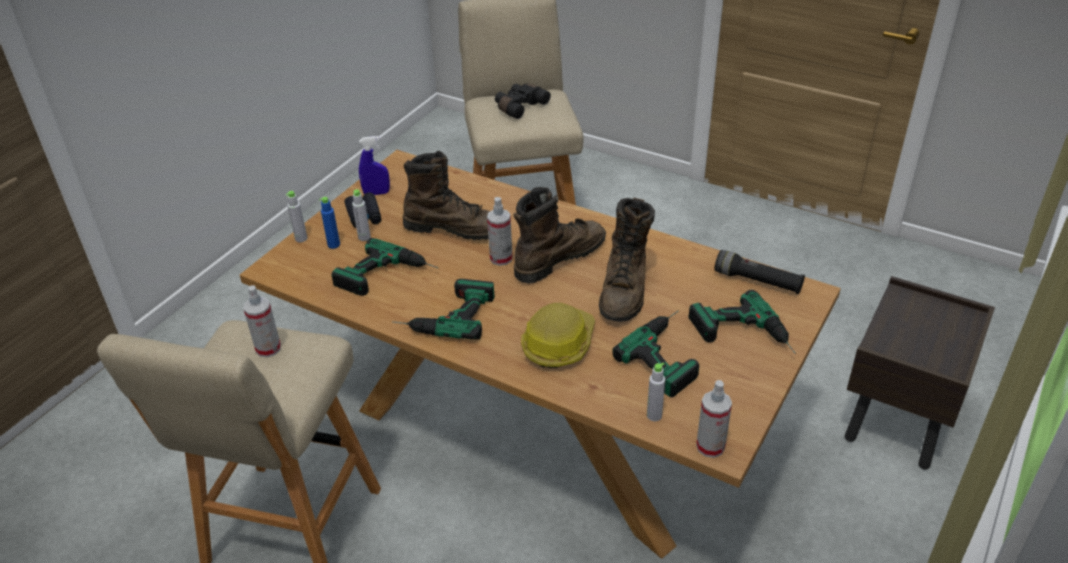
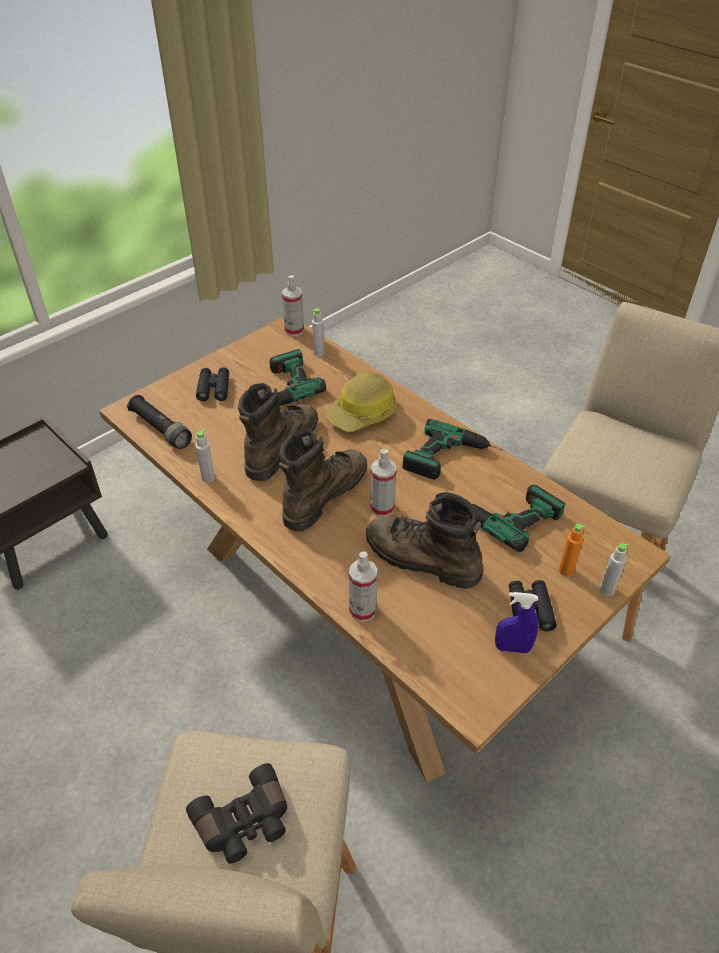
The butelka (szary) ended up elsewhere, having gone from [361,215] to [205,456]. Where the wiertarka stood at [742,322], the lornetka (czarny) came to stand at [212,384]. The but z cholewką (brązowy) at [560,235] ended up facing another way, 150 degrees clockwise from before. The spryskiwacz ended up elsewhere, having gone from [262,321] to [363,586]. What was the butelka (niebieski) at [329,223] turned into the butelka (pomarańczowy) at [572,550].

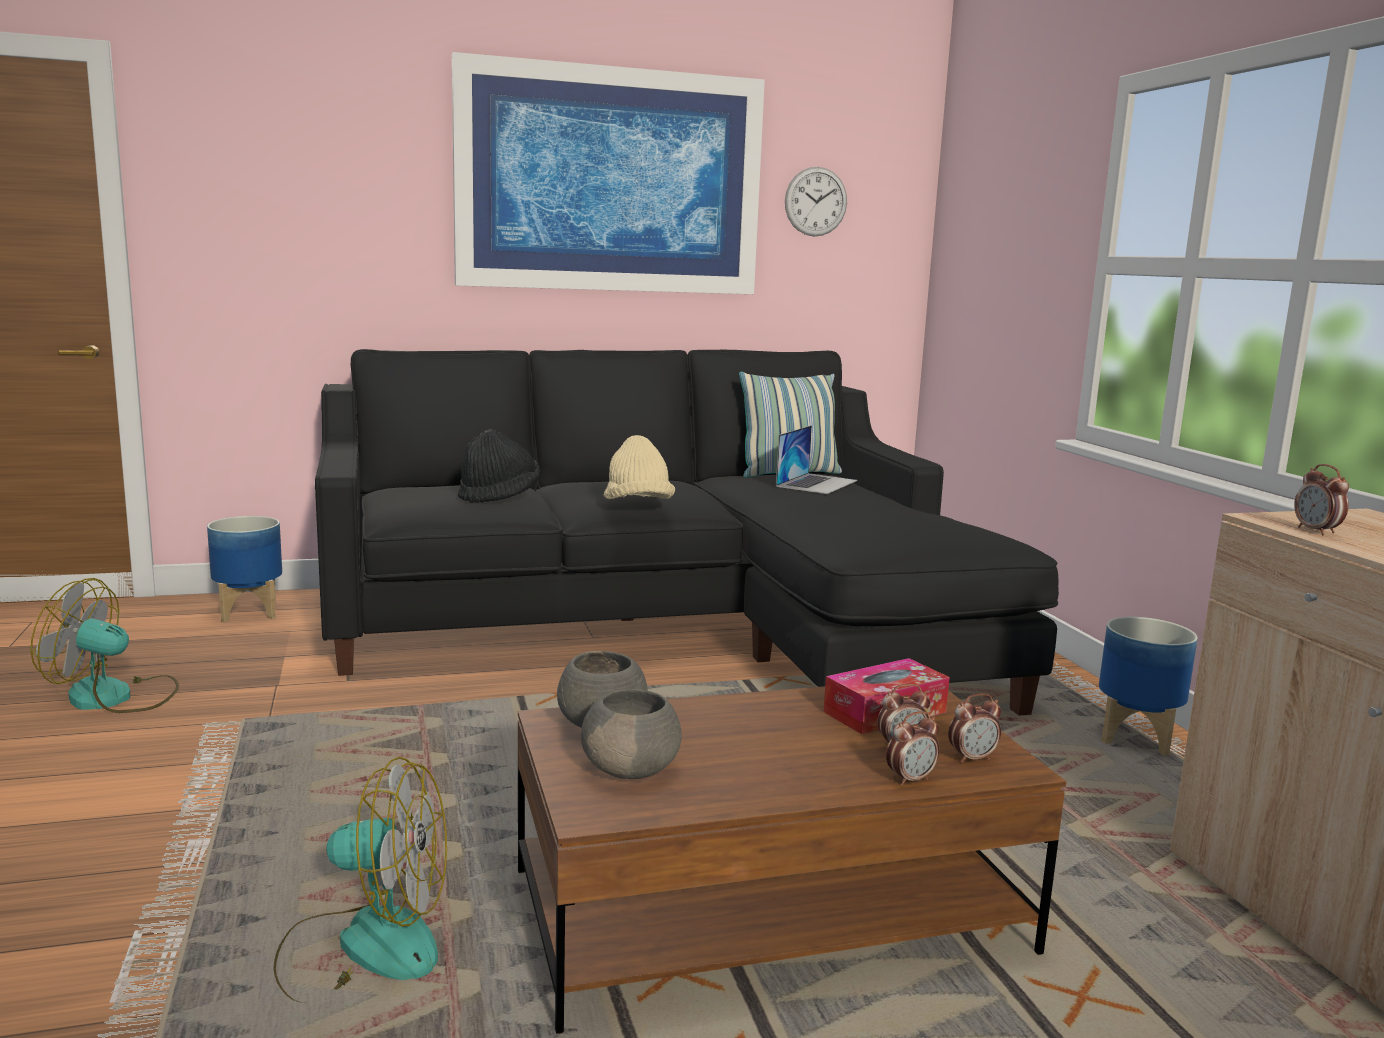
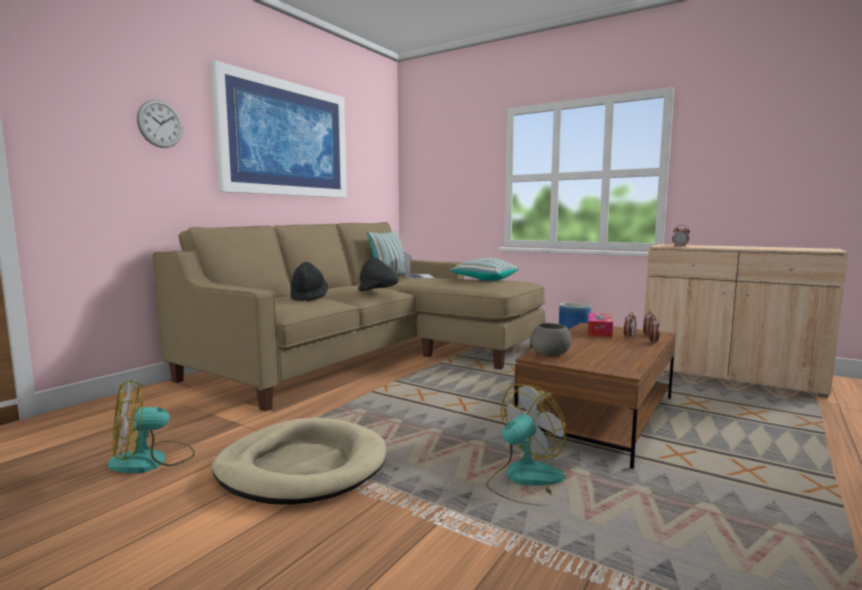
The zegar ścienny ended up elsewhere, having gone from [816,201] to [160,124]. What was the kanapa (czarny) at [687,532] turned into the kanapa (beżowy) at [349,316]. The second view gained the legowisko (beżowy) at [299,461]. What was the kapelusz (beżowy) at [639,467] turned into the kapelusz (czarny) at [378,274]. The second view gained the poduszka at [484,269]. The second view lost the donica at [244,569]. The second view lost the miska (szary) at [631,734].

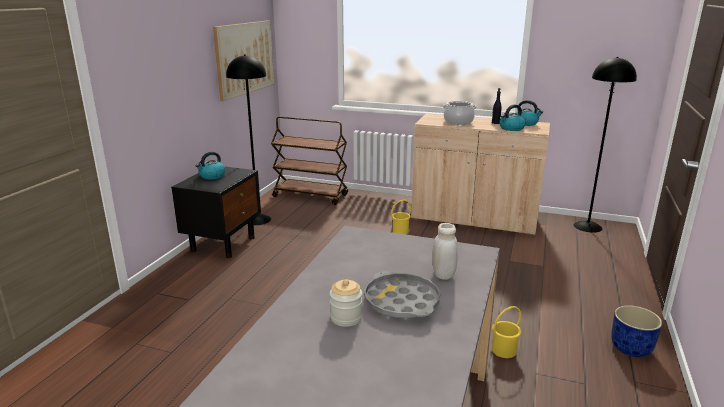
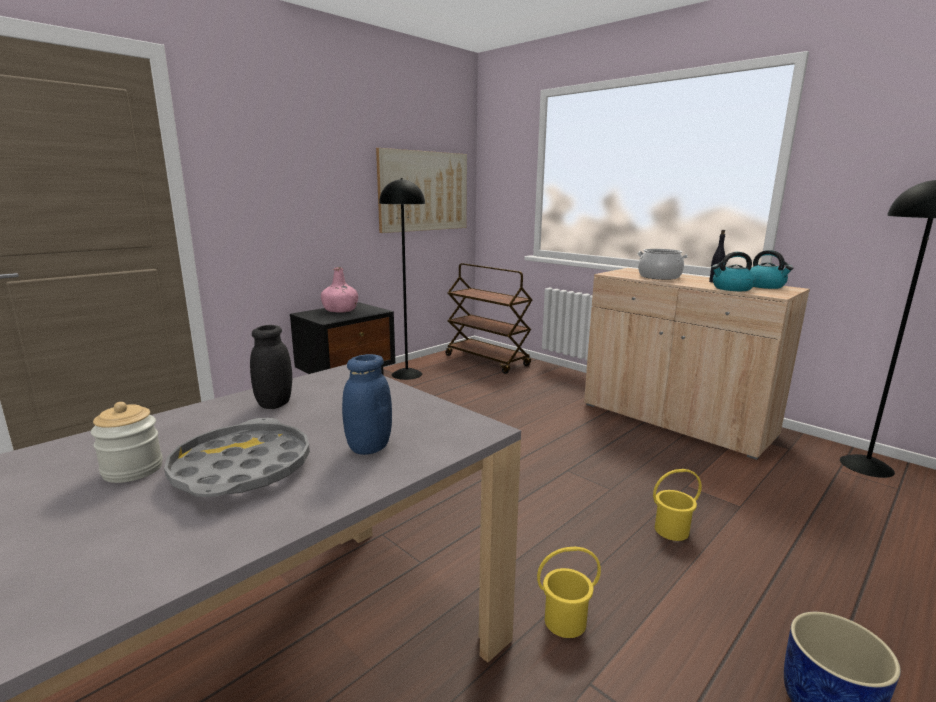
The second view gained the słoik (czarny) at [271,367]. Where the czajnik stood at [210,165], the butelka (różowy) came to stand at [339,290]. What was the słoik (biały) at [445,251] turned into the słoik (niebieski) at [367,404]. The wiadro (żółty) ended up elsewhere, having gone from [401,217] to [677,505].

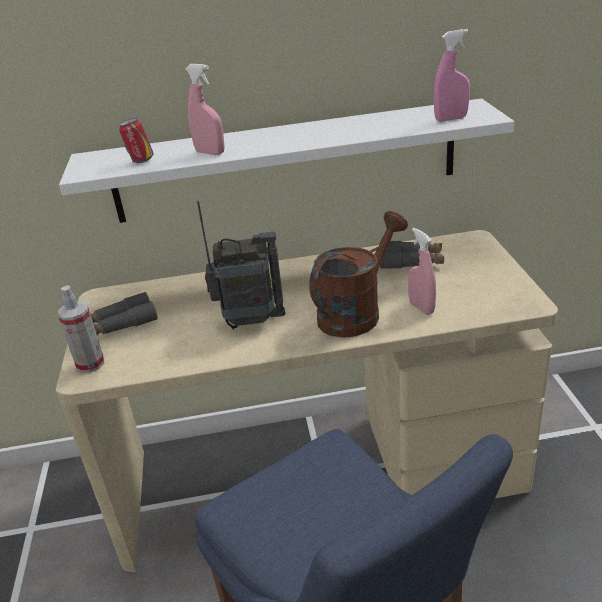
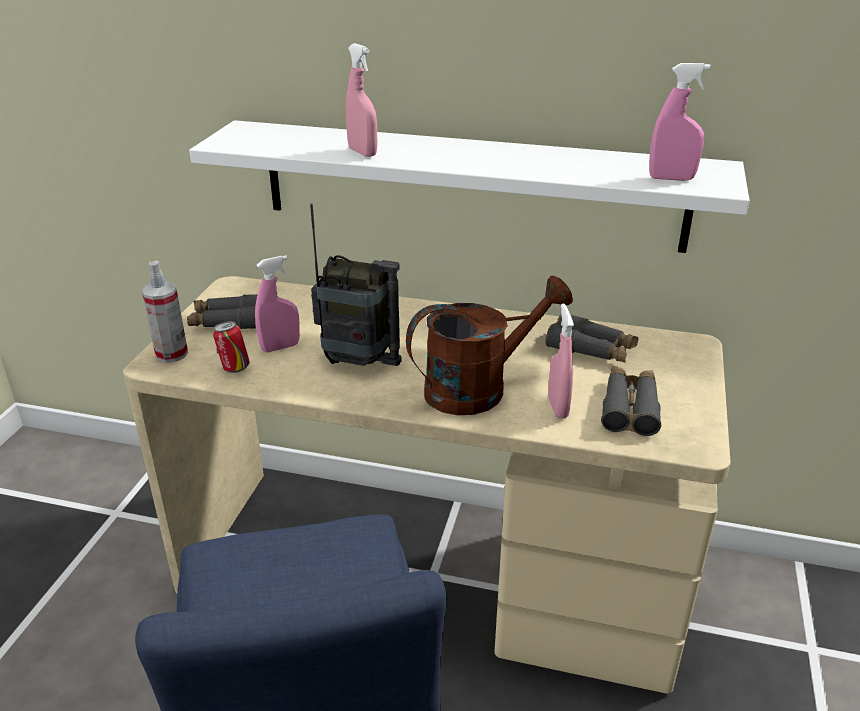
The puszka ended up elsewhere, having gone from [136,140] to [231,347]. The second view gained the spryskiwacz (różowy) at [277,303]. The second view gained the lornetka (szary) at [631,401].

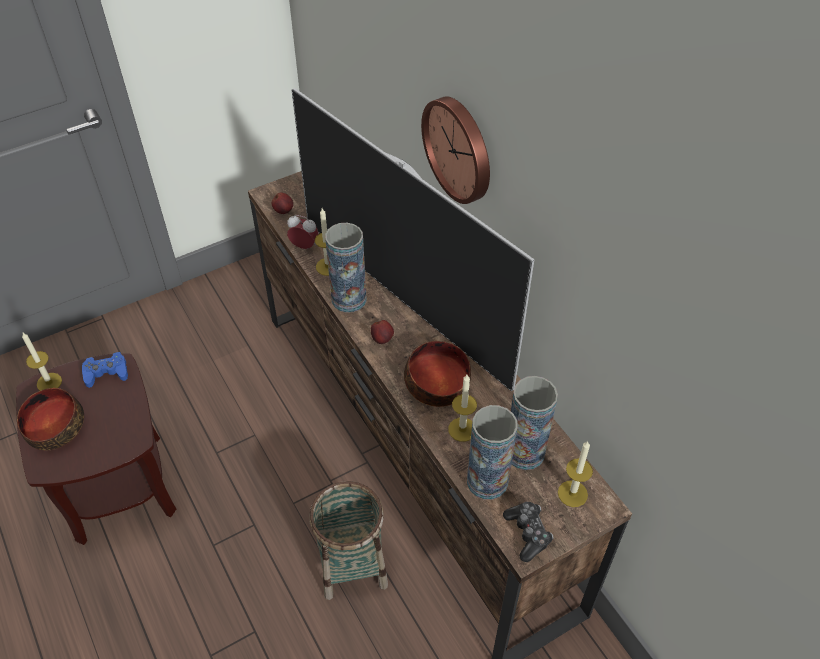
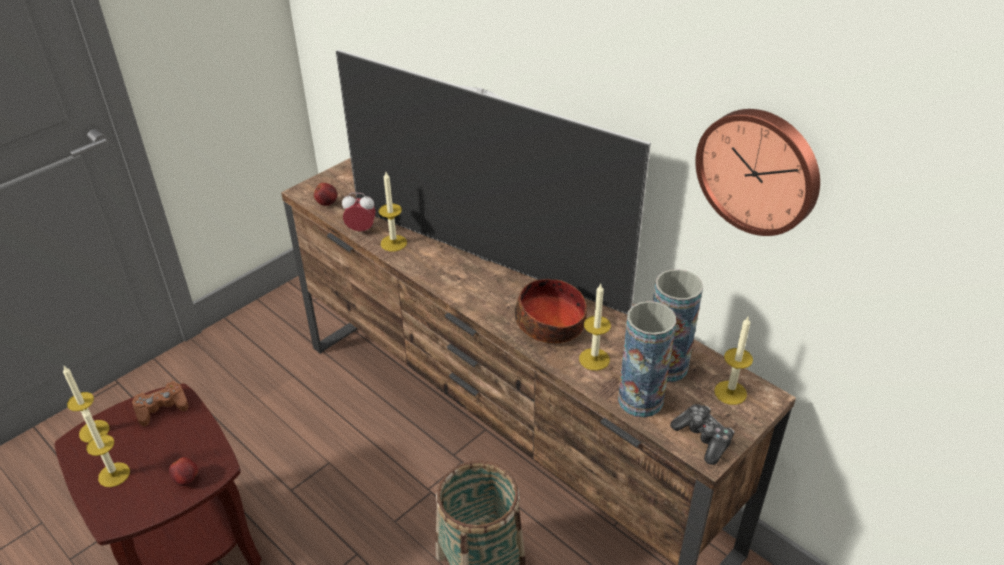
Where the miska stood at [50,419], the świeca came to stand at [106,448]. What was the pad do gier (niebieski) at [105,370] turned into the pad do gier (brązowy) at [160,404]. The jabłko ended up elsewhere, having gone from [382,332] to [183,471]. The zegar ścienny ended up elsewhere, having gone from [455,150] to [757,172]. The second view lost the wazon at [346,268].

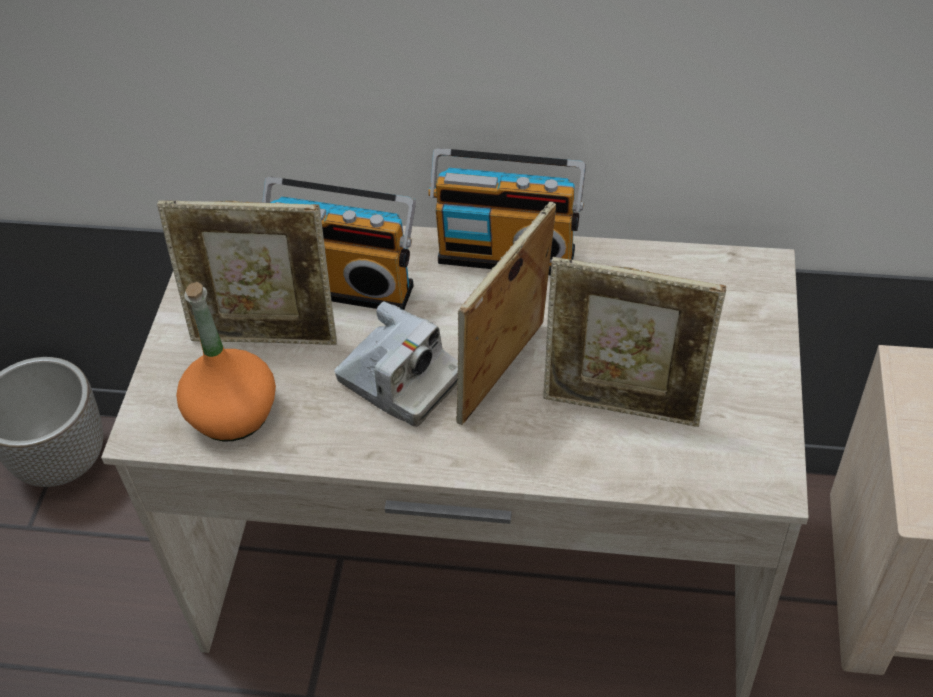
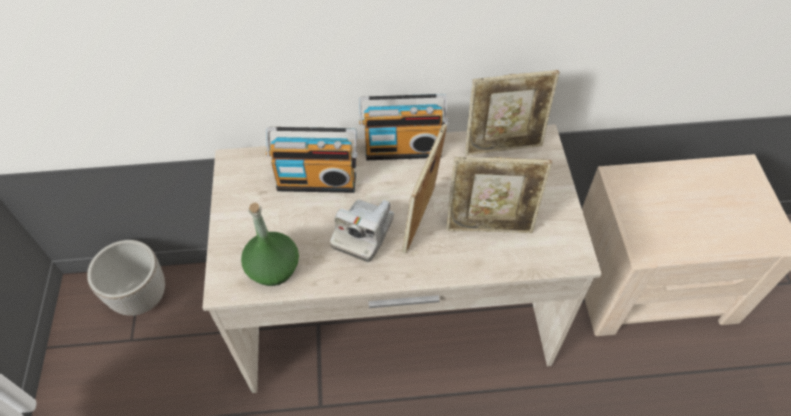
What was the butelka (pomarańczowy) at [226,362] turned into the butelka (zielony) at [270,244]. The aparat fotograficzny at [396,364] ended up facing another way, 90 degrees clockwise from before. The ramka na zdjęcie ended up elsewhere, having gone from [247,272] to [512,113].

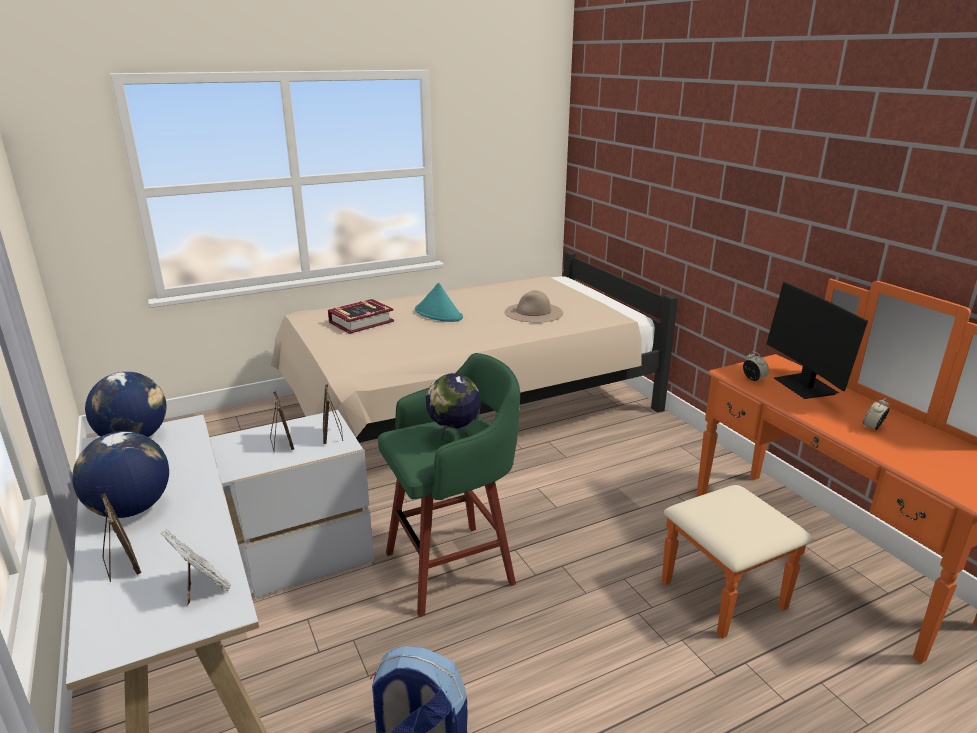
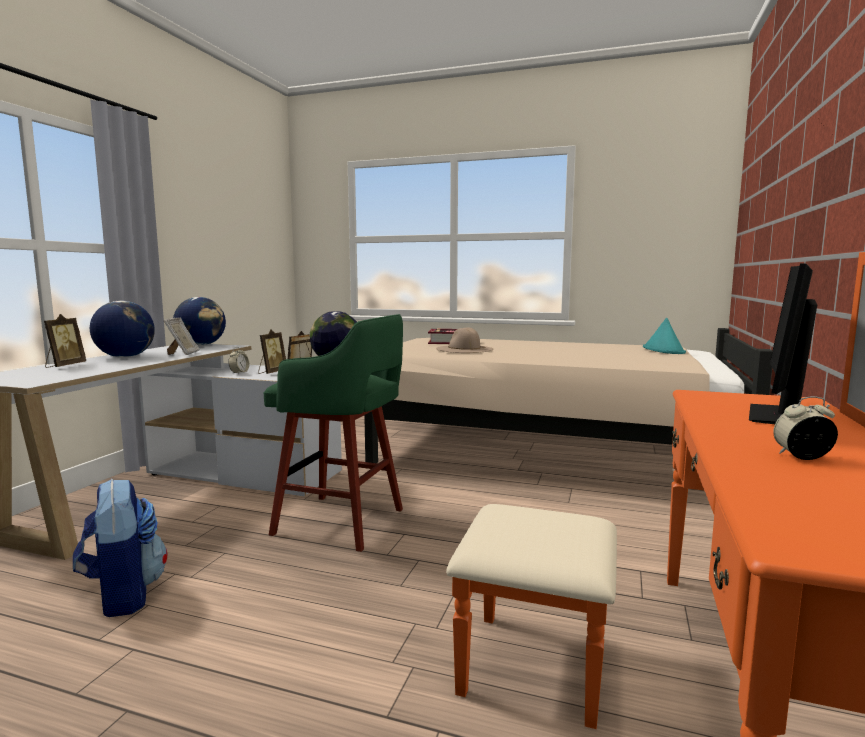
The ramka na zdjęcie ended up elsewhere, having gone from [196,567] to [182,336]. The budzik ended up elsewhere, having gone from [756,366] to [238,360]. The kapelusz (beżowy) ended up elsewhere, having gone from [534,306] to [464,340]. The kapelusz (turkusowy) ended up elsewhere, having gone from [439,302] to [664,336].

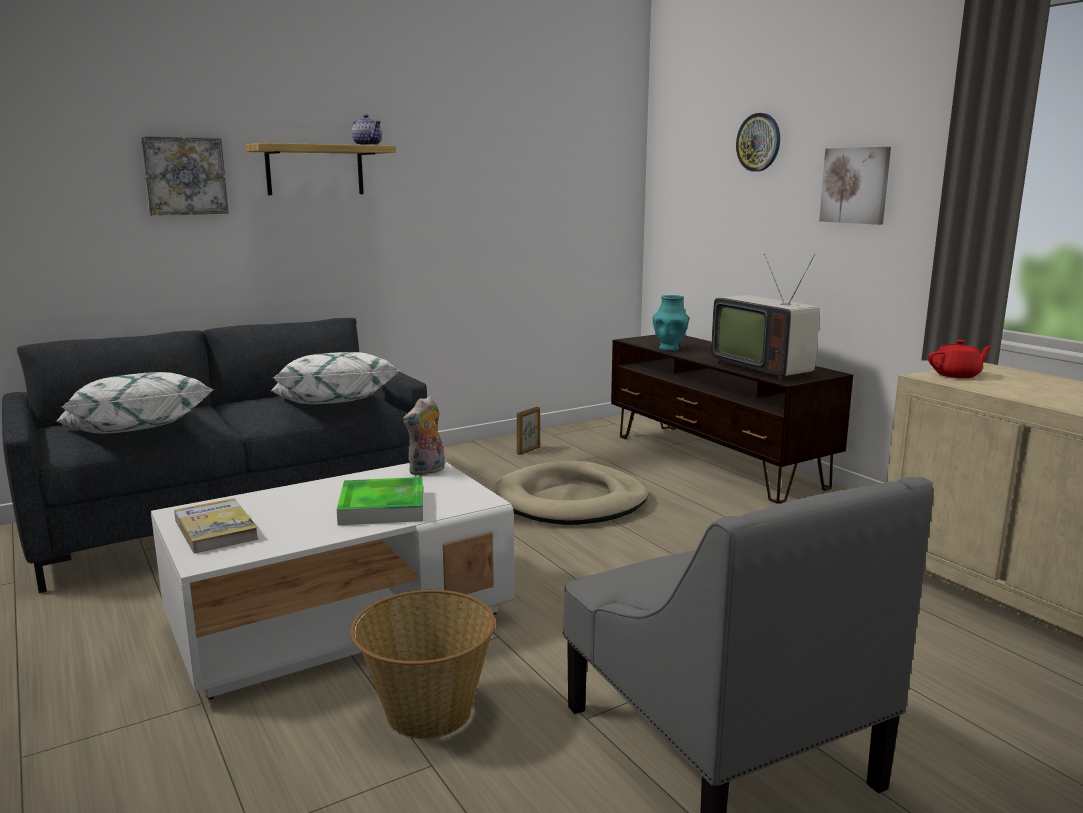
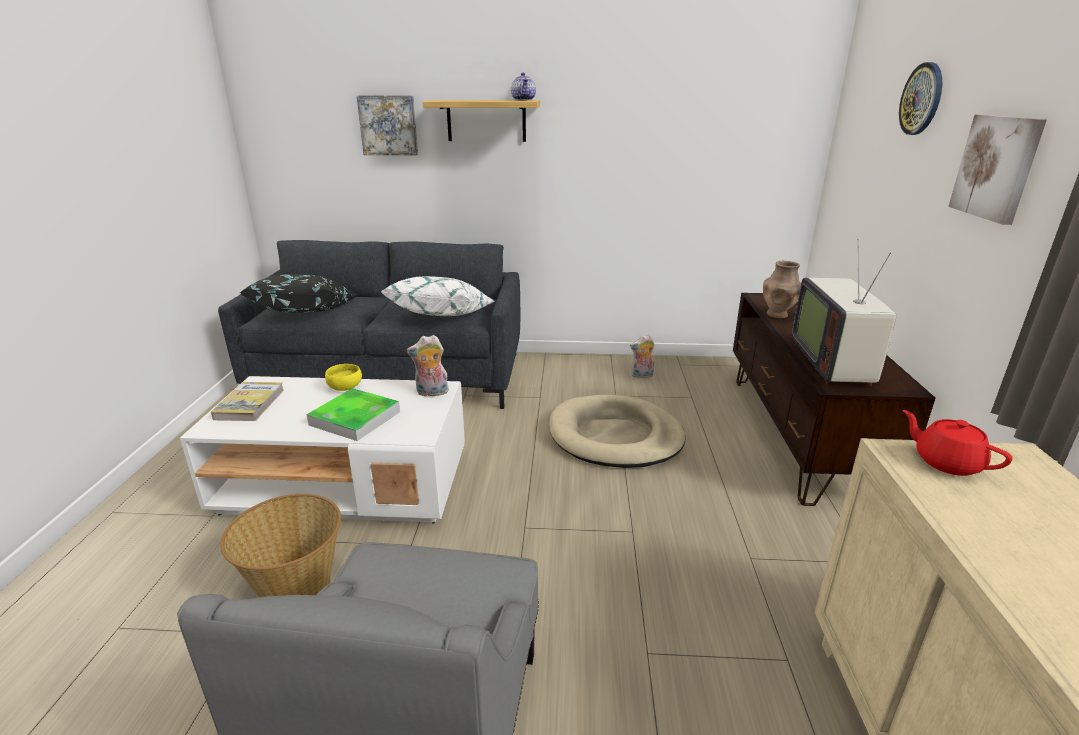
What was the poduszka (biały) at [135,403] turned into the poduszka (czarny) at [298,293]. The second view gained the miska (żółty) at [343,377]. Where the ramka na zdjęcie stood at [528,431], the pluszak came to stand at [642,356]. What was the wazon (turkusowy) at [671,323] turned into the wazon (brązowy) at [782,289]. The imbryk (czerwony) at [960,359] ended up facing another way, 150 degrees counterclockwise from before.

